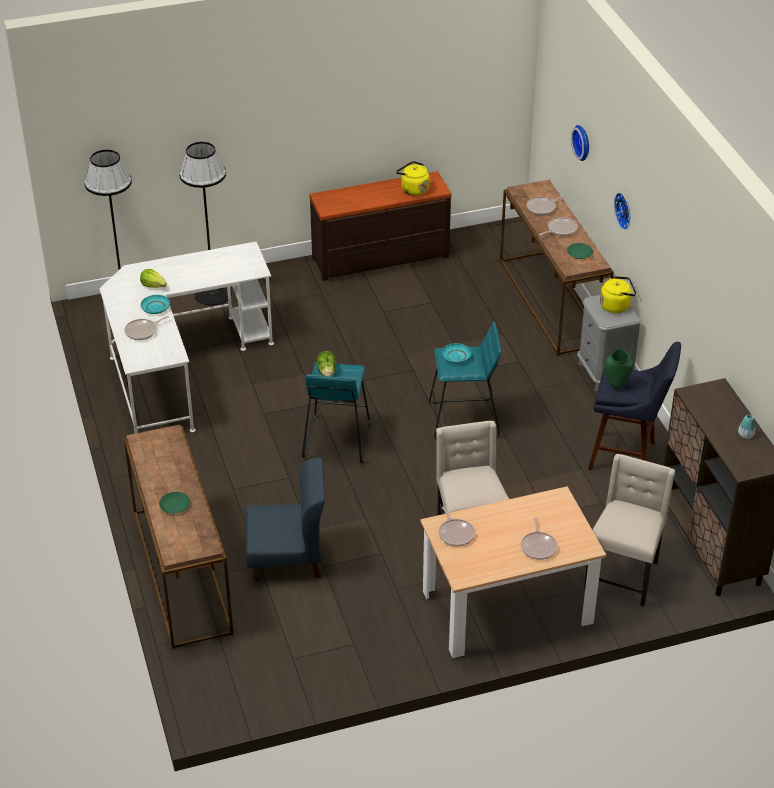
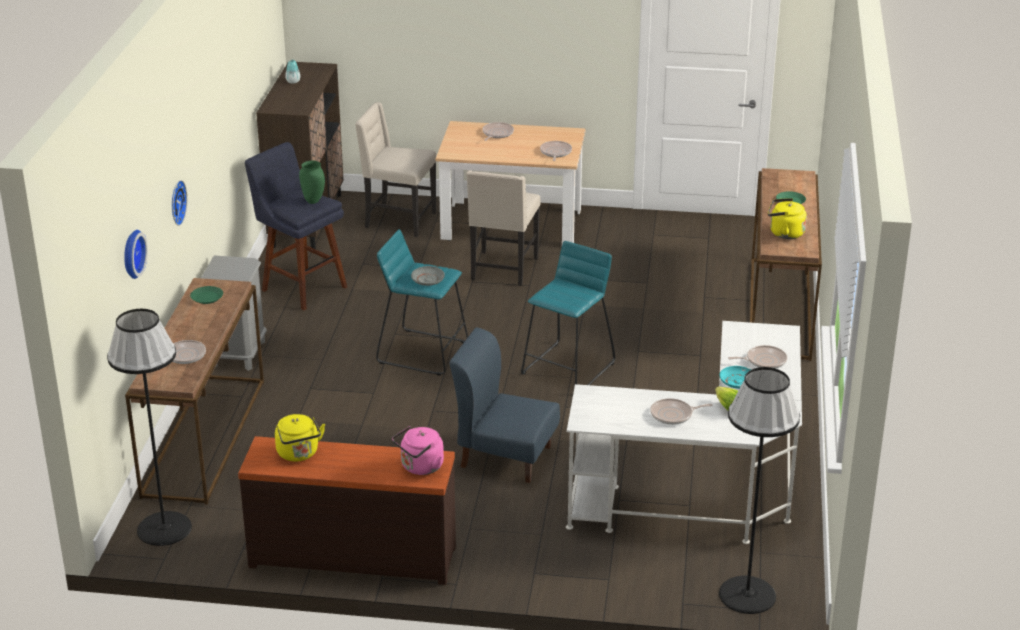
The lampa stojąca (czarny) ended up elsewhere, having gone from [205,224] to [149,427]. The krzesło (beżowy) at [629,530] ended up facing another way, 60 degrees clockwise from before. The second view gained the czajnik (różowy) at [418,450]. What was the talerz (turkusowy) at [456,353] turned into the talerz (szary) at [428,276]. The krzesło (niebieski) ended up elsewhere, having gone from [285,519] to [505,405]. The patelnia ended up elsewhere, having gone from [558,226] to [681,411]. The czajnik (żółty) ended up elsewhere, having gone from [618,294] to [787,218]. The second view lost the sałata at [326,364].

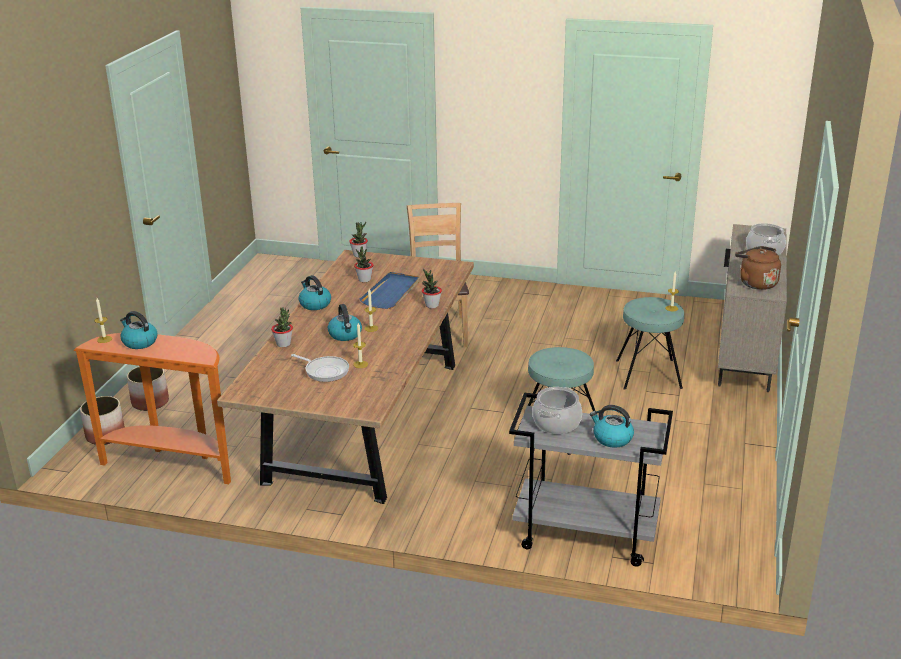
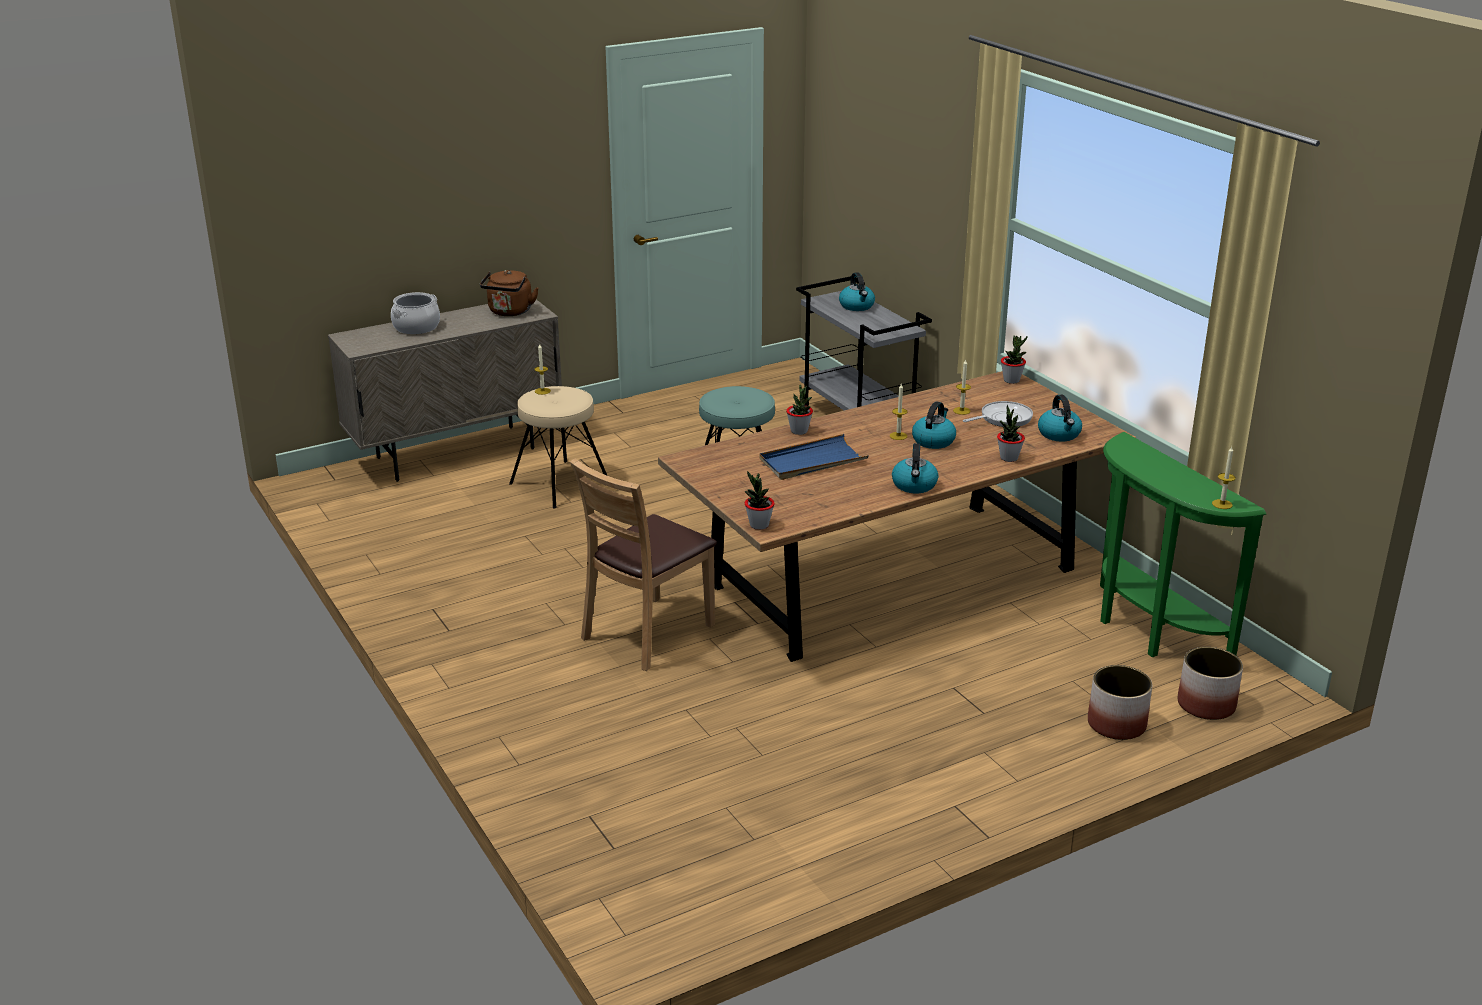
What was the stołek (turkusowy) at [650,343] turned into the stołek (beżowy) at [558,447]. The patelnia at [320,368] ended up facing another way, 75 degrees clockwise from before. The roślina doniczkowa ended up elsewhere, having gone from [363,264] to [1014,360]. The czajnik ended up elsewhere, having gone from [139,330] to [1060,418]. What was the stolik konsolowy (pomarańczowy) at [152,408] turned into the stolik konsolowy (zielony) at [1183,544]. The second view lost the garnek at [557,410].

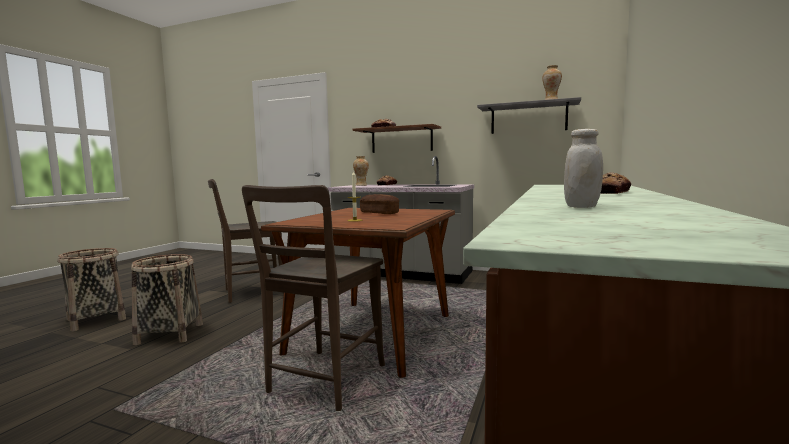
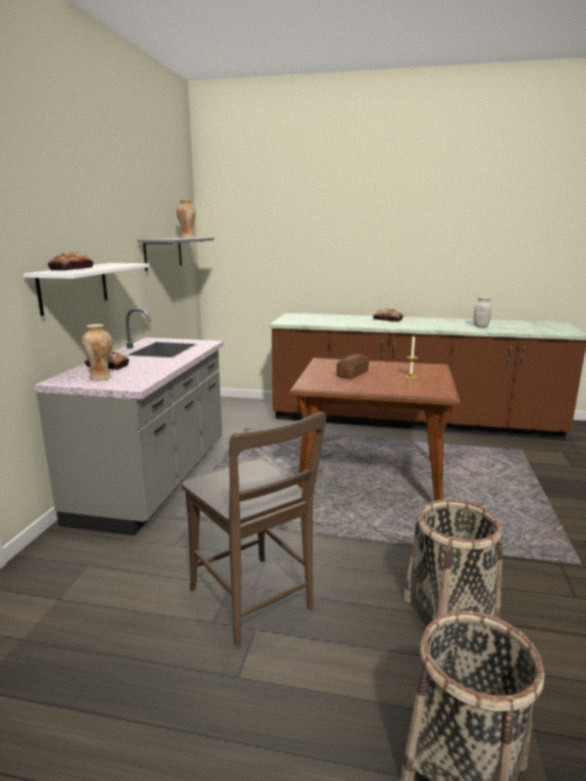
What was the półka (brązowy) at [397,138] turned into the półka (biały) at [86,289]. The second view lost the krzesło (brązowy) at [313,298].

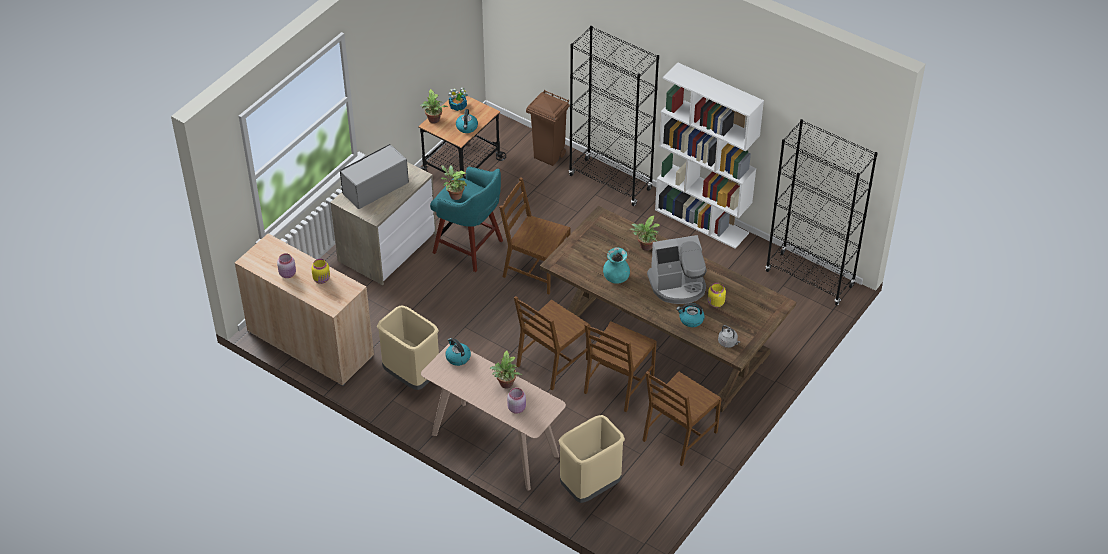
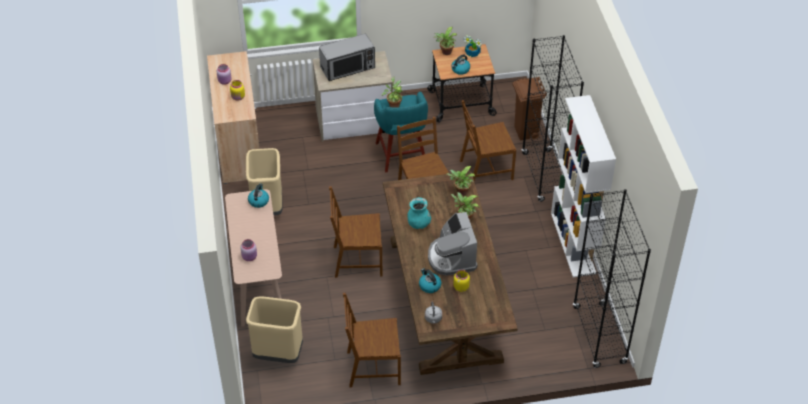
The mikrofalówka at [374,176] ended up facing another way, 150 degrees clockwise from before. The ekspres do kawy at [677,269] ended up facing another way, 45 degrees clockwise from before. The roślina doniczkowa ended up elsewhere, having gone from [505,369] to [460,181]. The krzesło (brązowy) ended up elsewhere, having gone from [620,367] to [488,141].

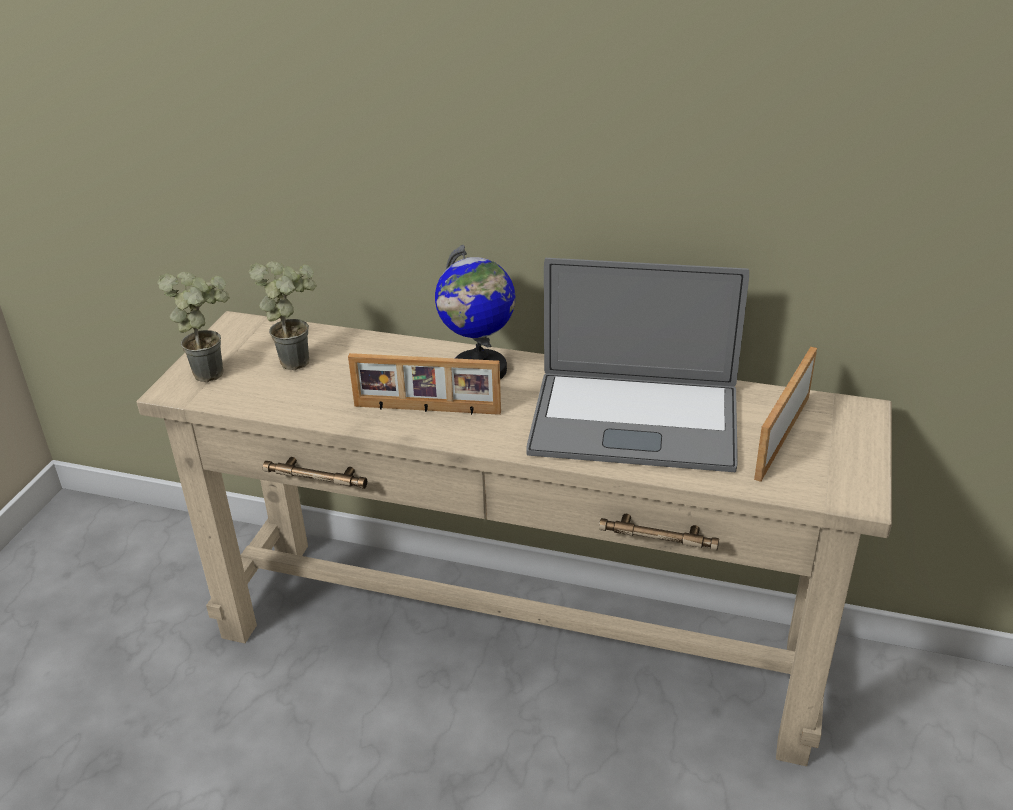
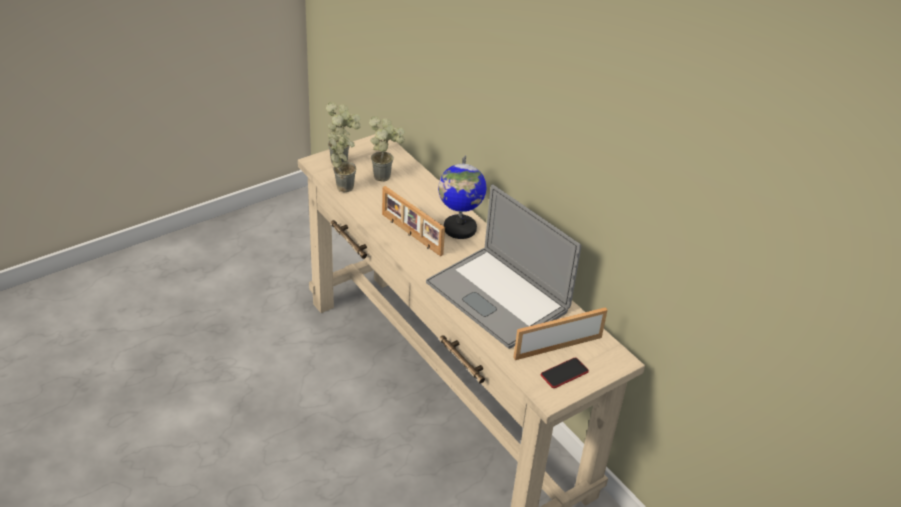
The second view gained the roślina doniczkowa at [342,160]. The second view gained the telefon at [565,373].

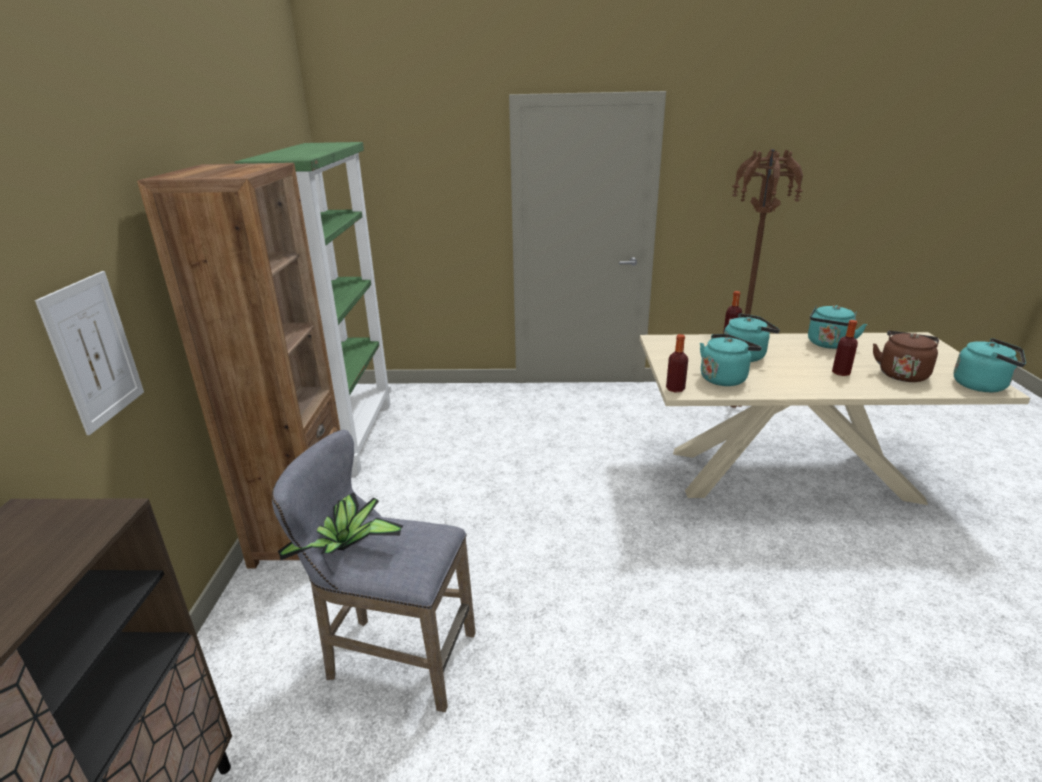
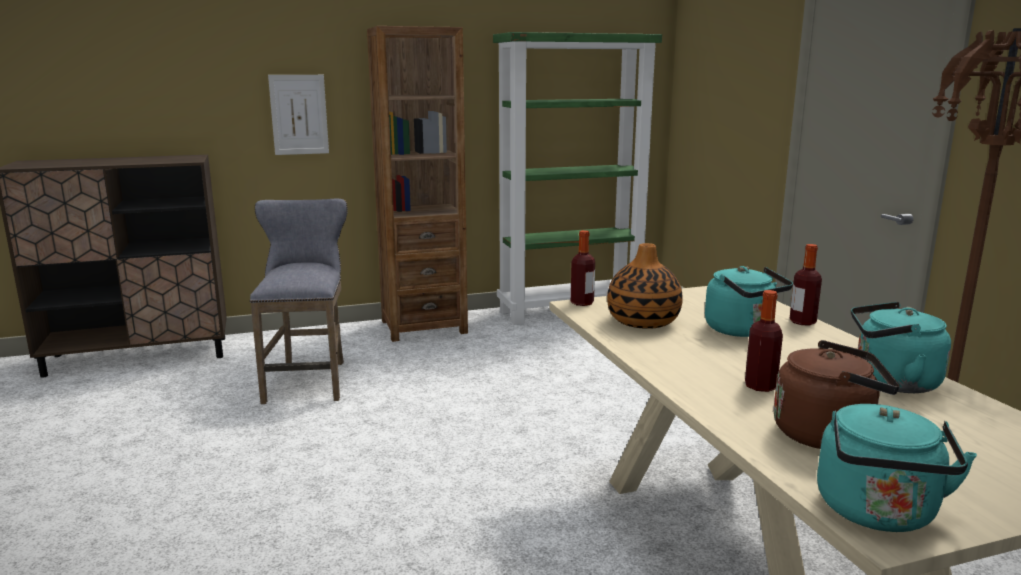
Where the czajnik (turkusowy) stood at [731,360], the wazon came to stand at [645,286]. The second view lost the roślina doniczkowa at [341,527].

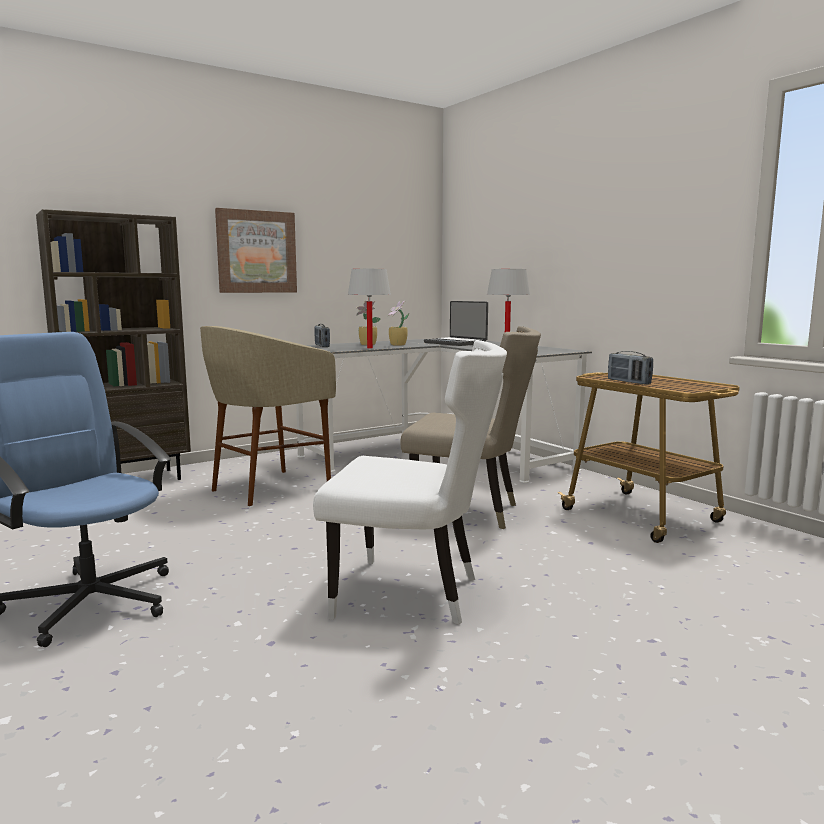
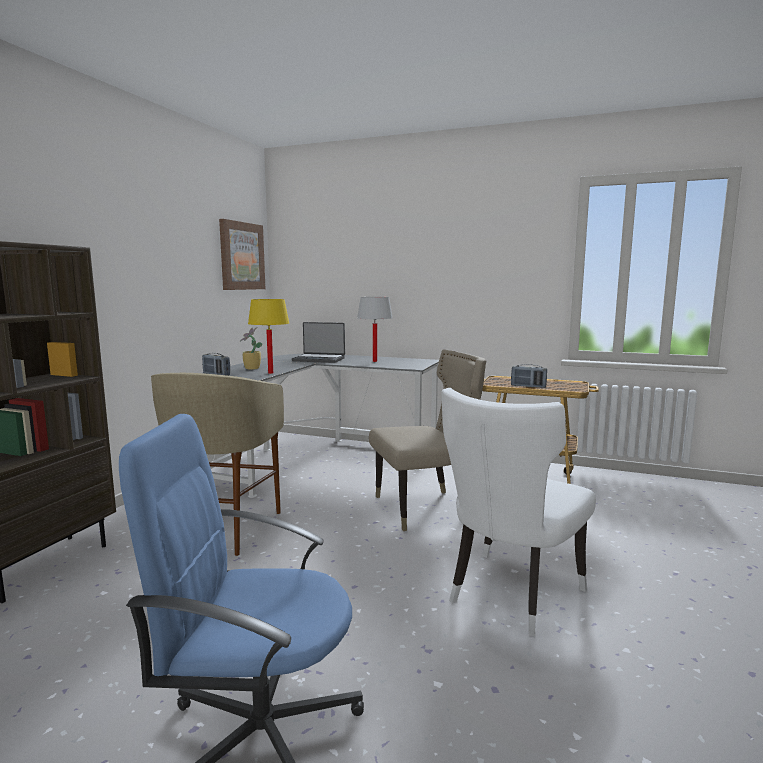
The obraz ended up elsewhere, having gone from [256,250] to [242,254]. What was the lampa stołowa (biały) at [369,309] turned into the lampa stołowa (żółty) at [268,336]. The krzesło (biały) at [410,482] ended up facing another way, 150 degrees clockwise from before. The second view lost the roślina doniczkowa at [398,323].

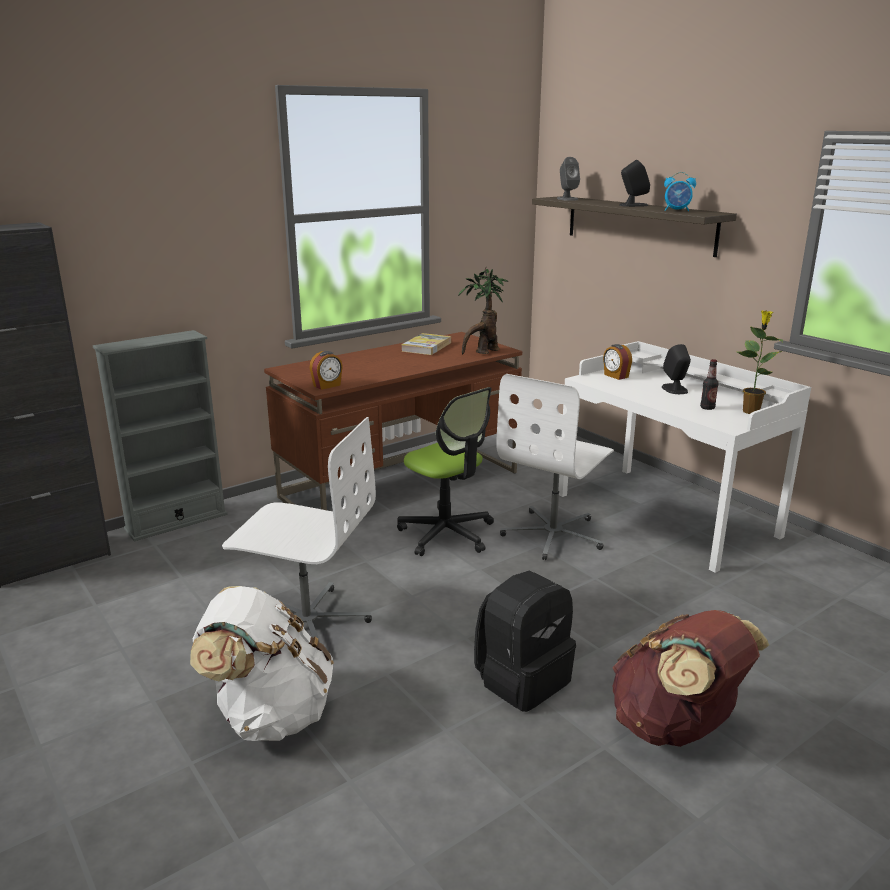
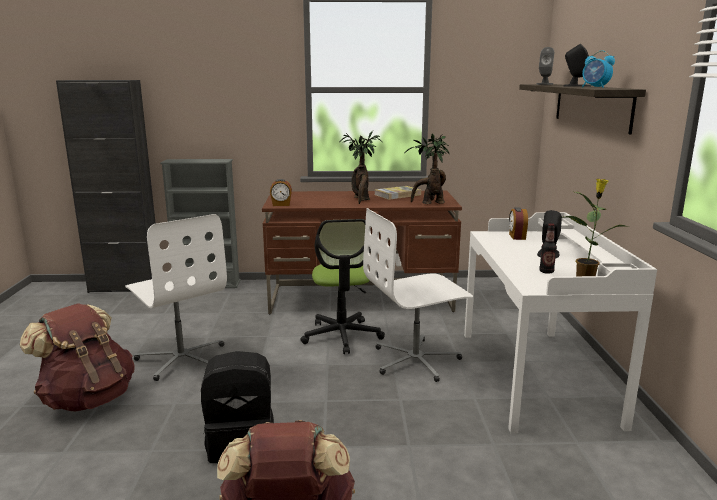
What was the plecak (biały) at [262,663] turned into the plecak (brązowy) at [77,357]. The second view gained the roślina doniczkowa at [360,167].

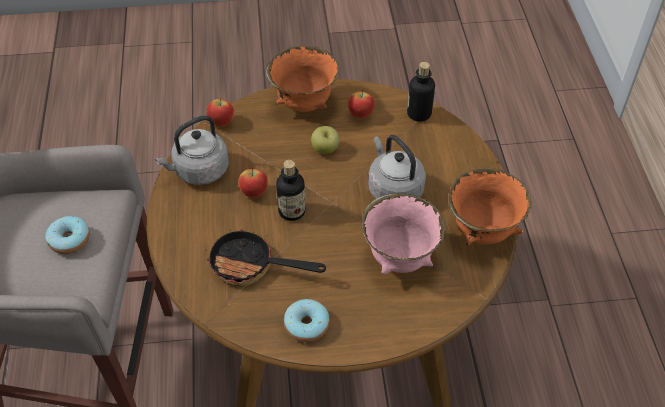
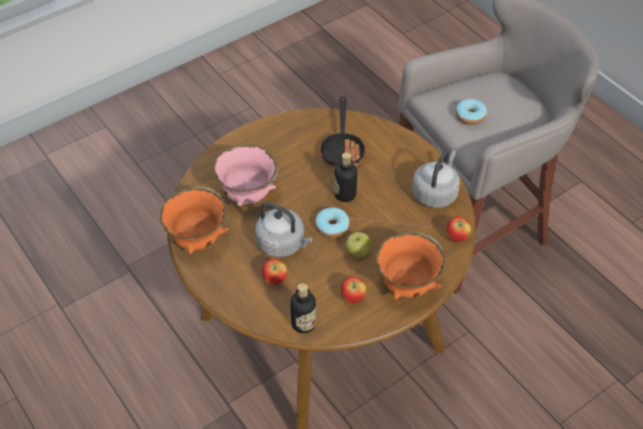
The jabłko ended up elsewhere, having gone from [253,183] to [274,272]. The donut ended up elsewhere, having gone from [307,320] to [332,222]. The patelnia at [266,257] ended up facing another way, 105 degrees clockwise from before.

